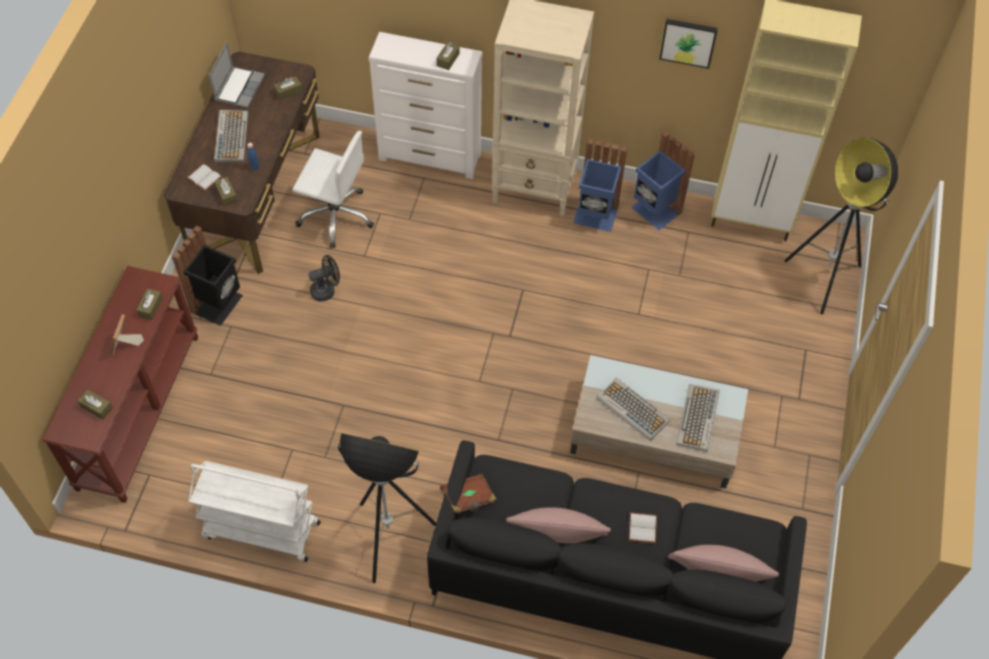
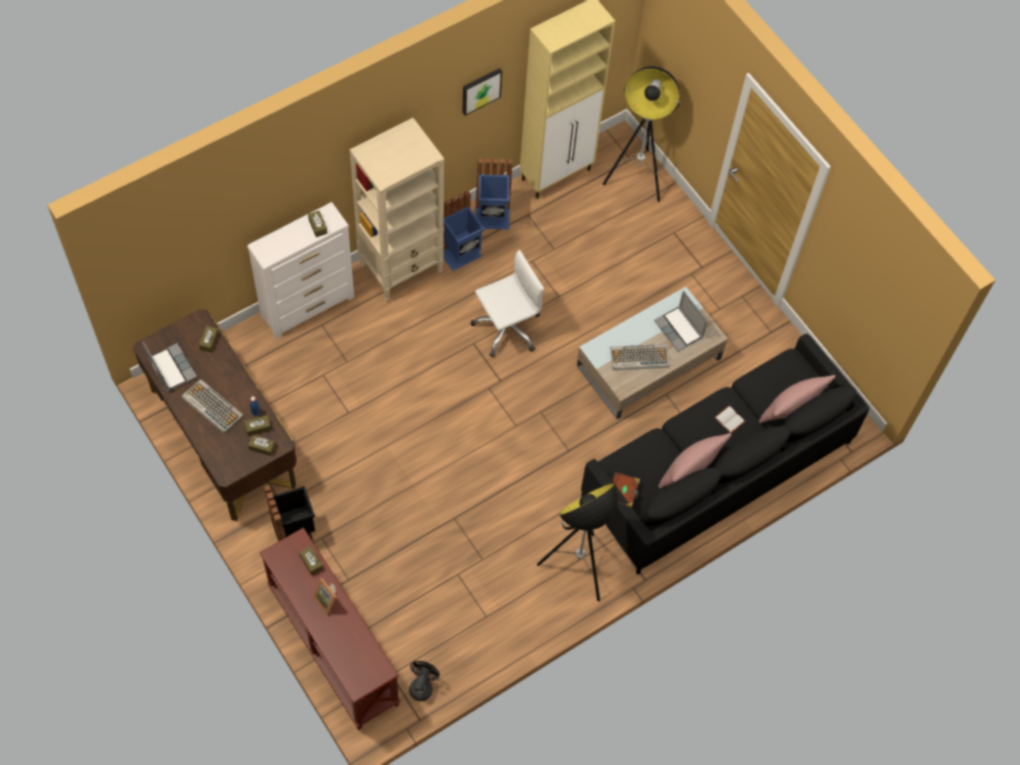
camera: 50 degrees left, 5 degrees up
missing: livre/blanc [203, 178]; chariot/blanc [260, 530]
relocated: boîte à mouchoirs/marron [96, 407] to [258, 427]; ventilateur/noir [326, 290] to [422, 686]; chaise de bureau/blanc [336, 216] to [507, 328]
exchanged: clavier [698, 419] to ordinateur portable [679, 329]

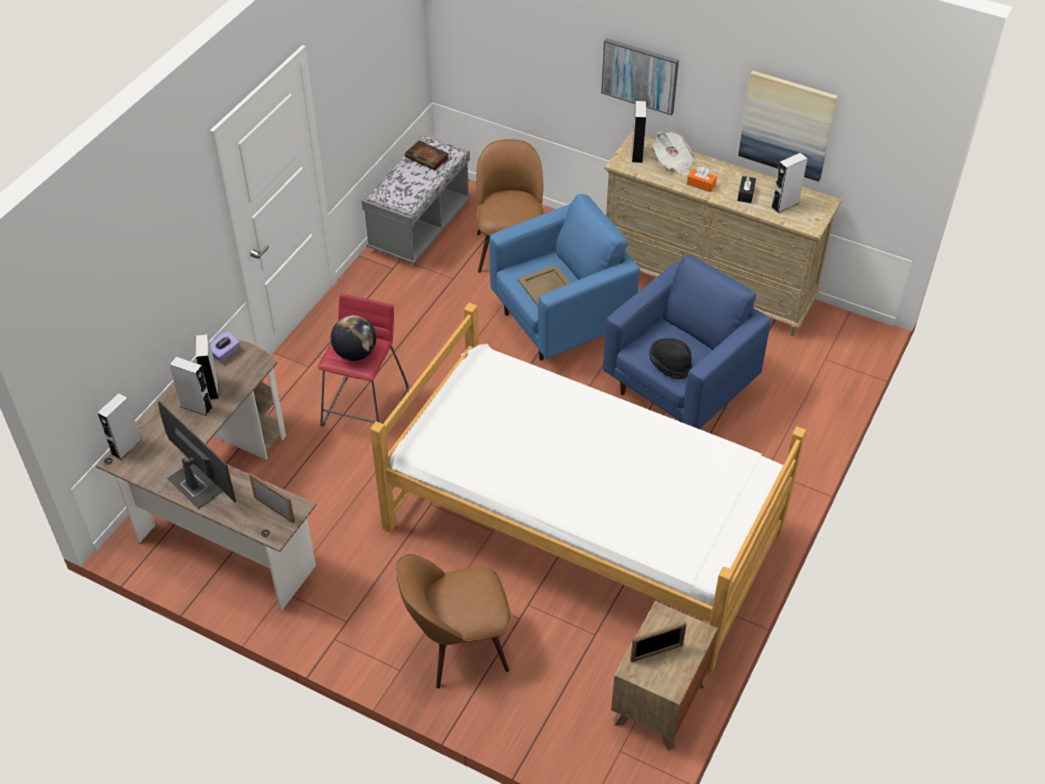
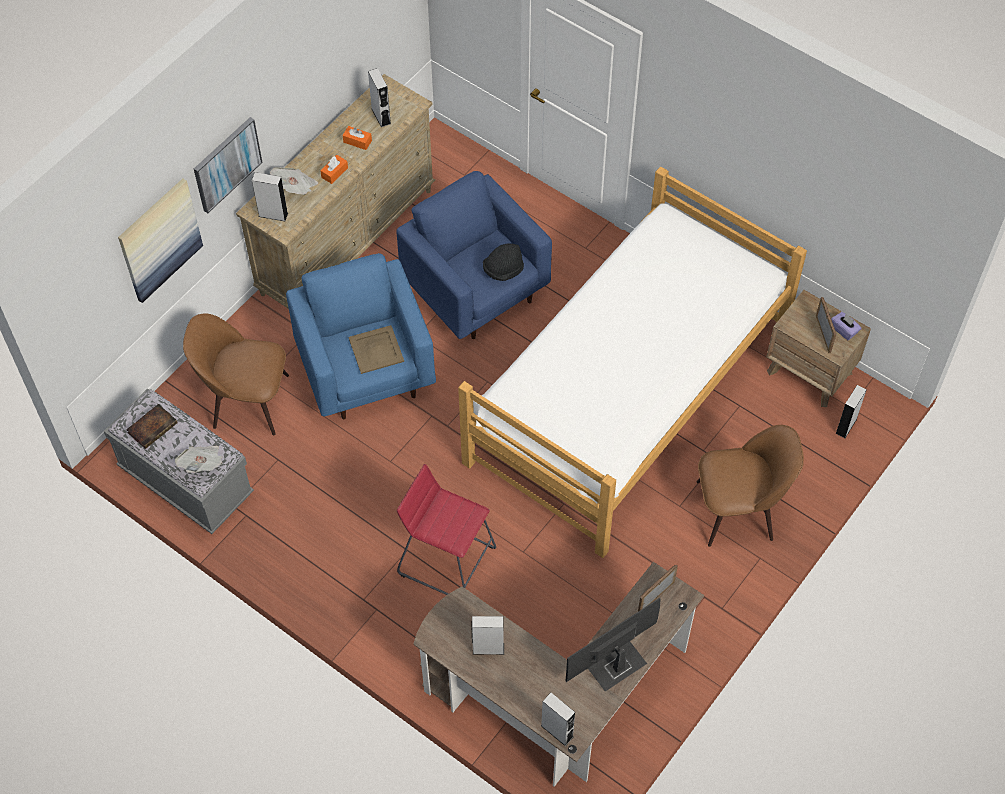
camera: 80 degrees left, 10 degrees up
missing: globe [355, 353]
appeared: journal [202, 464]
relocated: tableau [787, 125] to [159, 240]; boîte à mouchoirs/violet [225, 353] to [844, 330]; enceinte/gris [196, 407] to [846, 426]
colour: boîte à mouchoirs/noir [746, 194] to boîte à mouchoirs/orange [357, 141]
spun: chaise/marron [458, 645] = [739, 510] 90 degrees counterclockwise

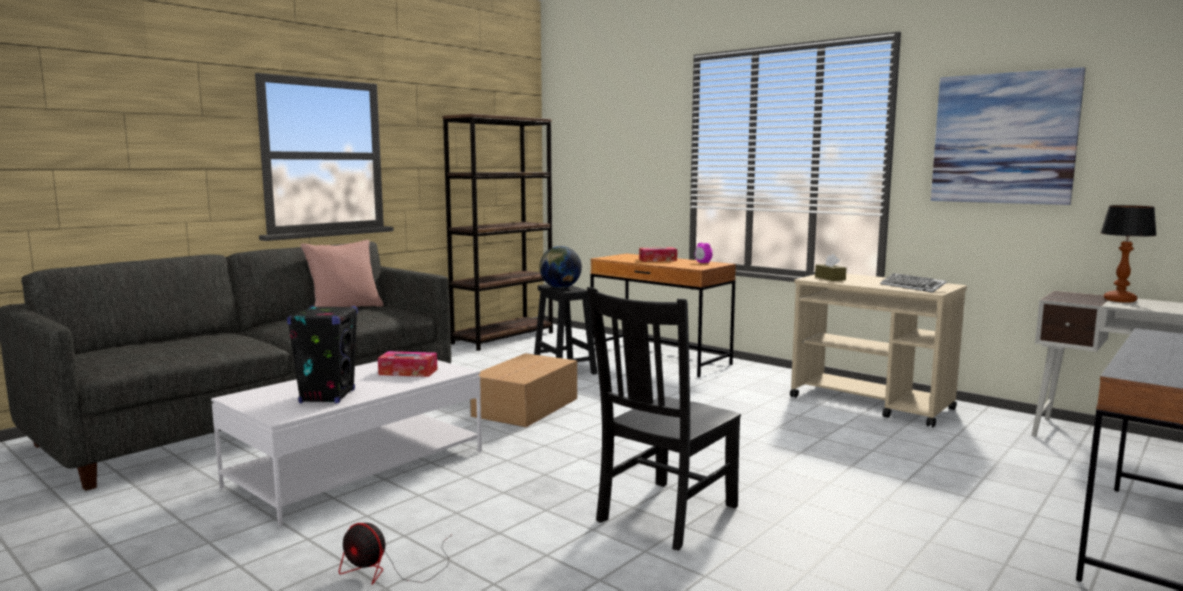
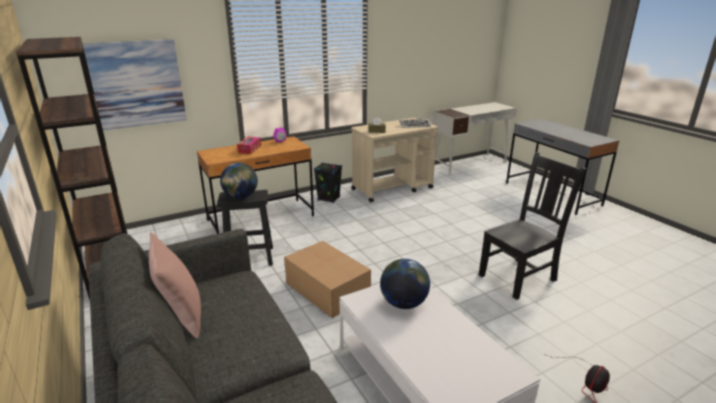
camera: 70 degrees left, 15 degrees up
missing: lampe de table [1120, 300]
relocated: tableau [1003, 138] to [137, 84]; enceinte/noir [327, 396] to [328, 199]
exchanged: boîte à mouchoirs [408, 372] to globe [403, 303]
spun: chaise/noir [664, 515] = [519, 277] 90 degrees counterclockwise

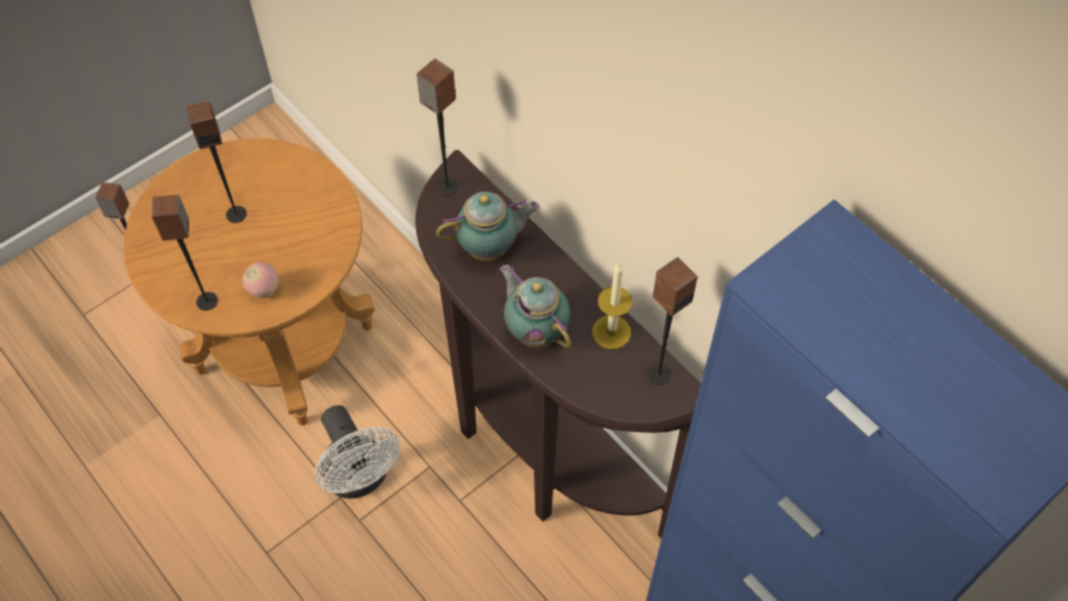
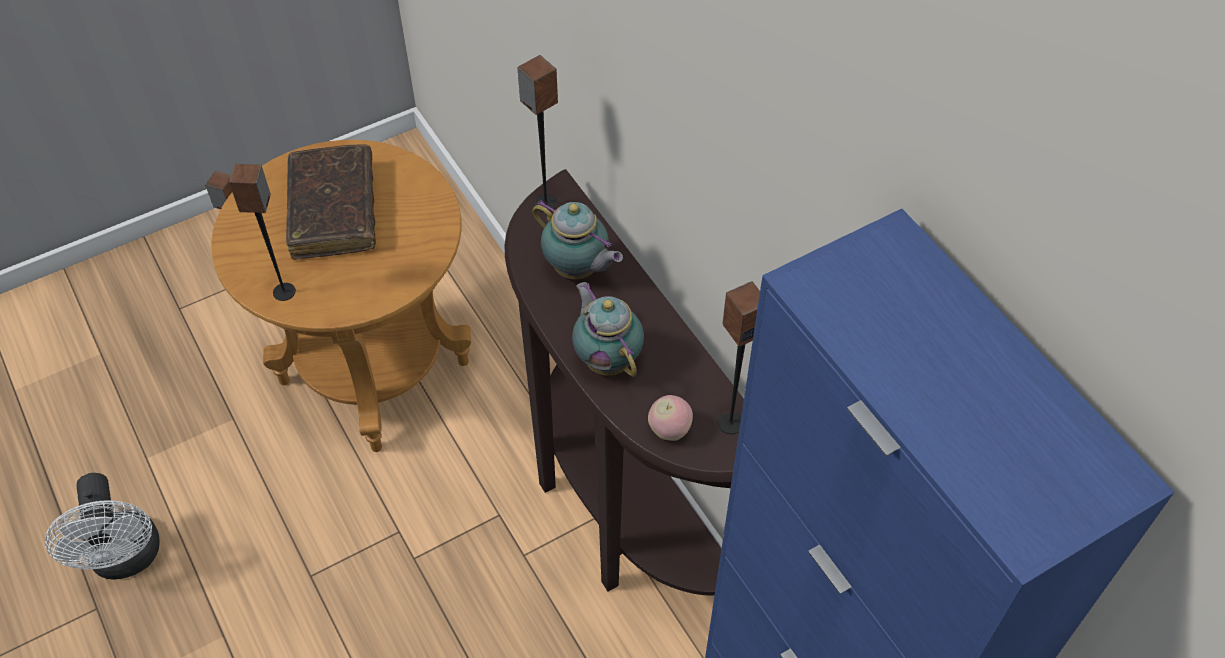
camera: 10 degrees right, 5 degrees down
missing: bougie [611, 332]
relocated: ventilateur/blanc [360, 478] to [126, 559]; pomme [264, 290] to [669, 430]
exchanged: enceinte [236, 214] to livre/marron [333, 211]
spun: théière [490, 248] = [578, 270] 45 degrees clockwise

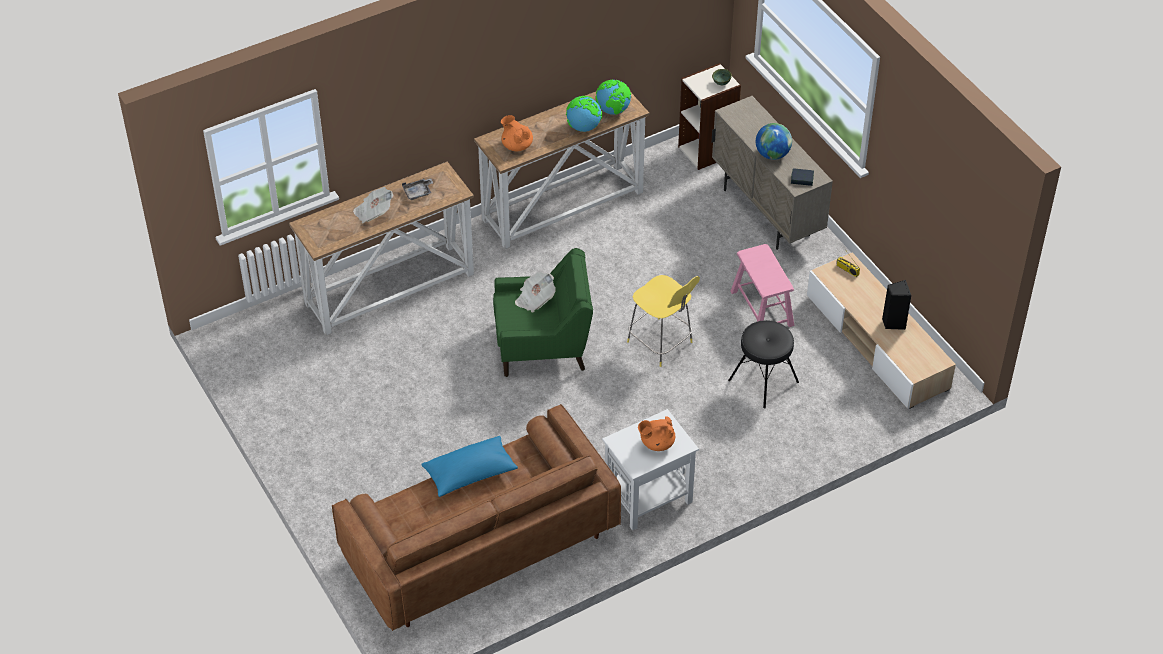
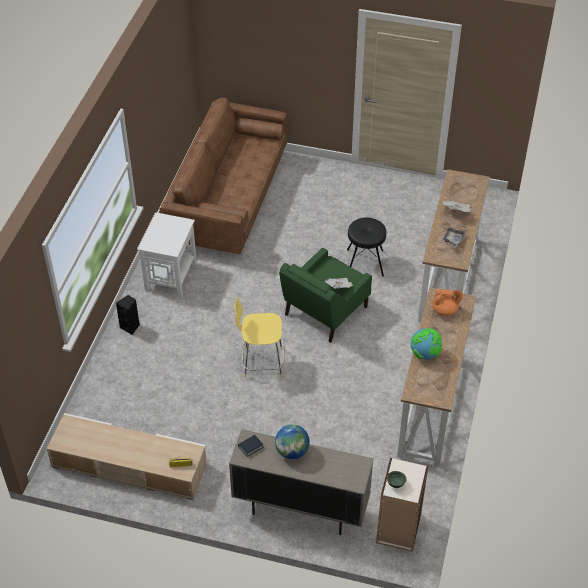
camera: 135 degrees right, 0 degrees up
missing: coussin/bleu [470, 474]; globe [613, 111]; théière/orange [656, 443]; tabouret/rose [762, 308]
relocated: enceinte/noir [893, 322] to [130, 327]; tabouret/noir [763, 380] to [365, 263]

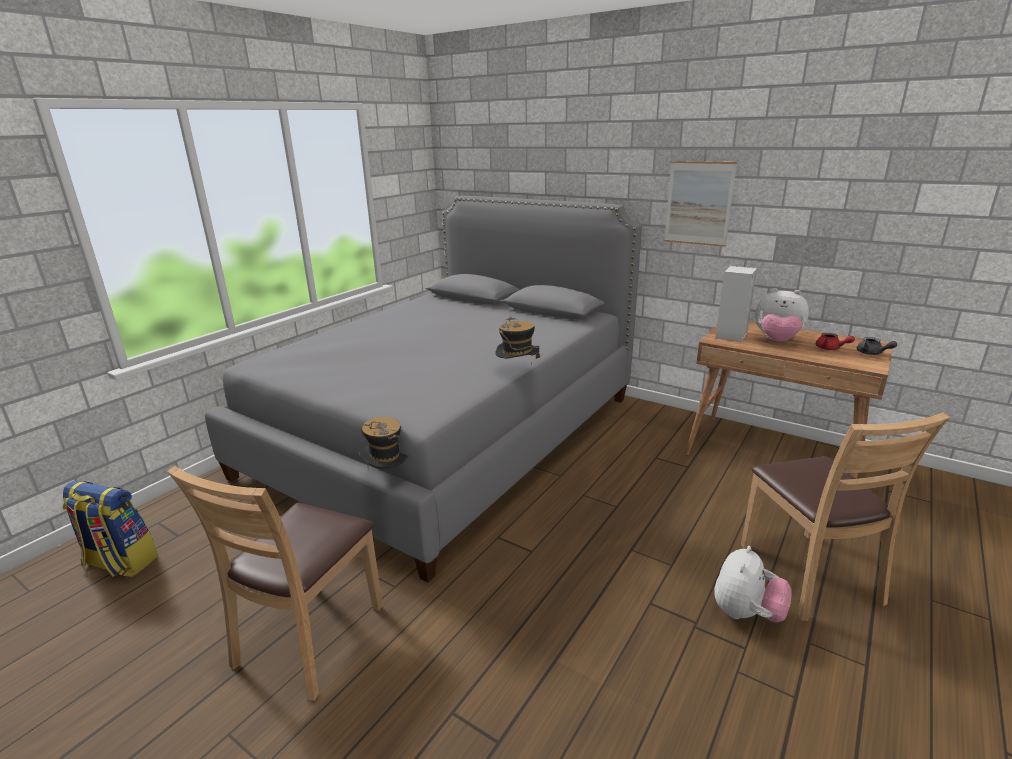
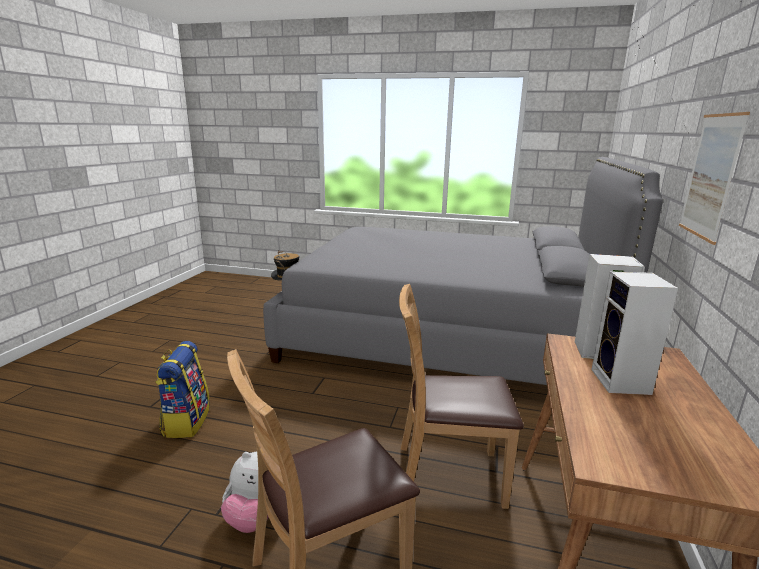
camera: 70 degrees right, 5 degrees down
missing: chapeau [517, 372]; théière/rouge [830, 348]; théière/gris [872, 353]
relocated: sac à dos [119, 563] to [186, 421]; chaise/marron [310, 637] to [448, 476]
exchanged: peluche [777, 341] to enceinte [622, 383]

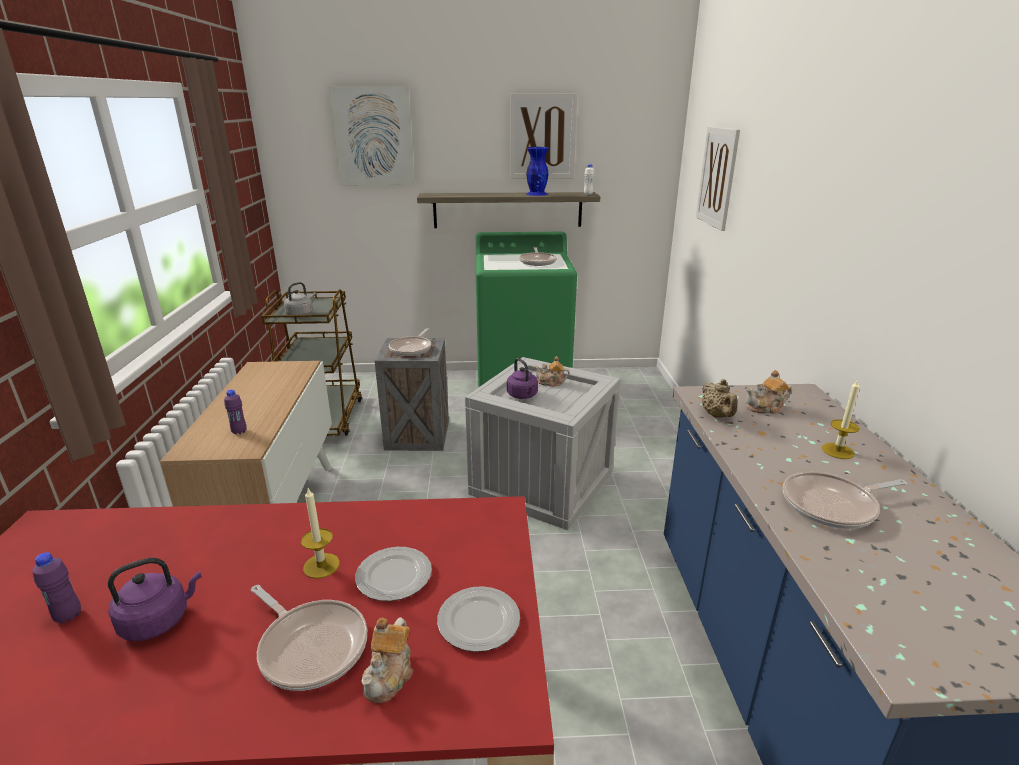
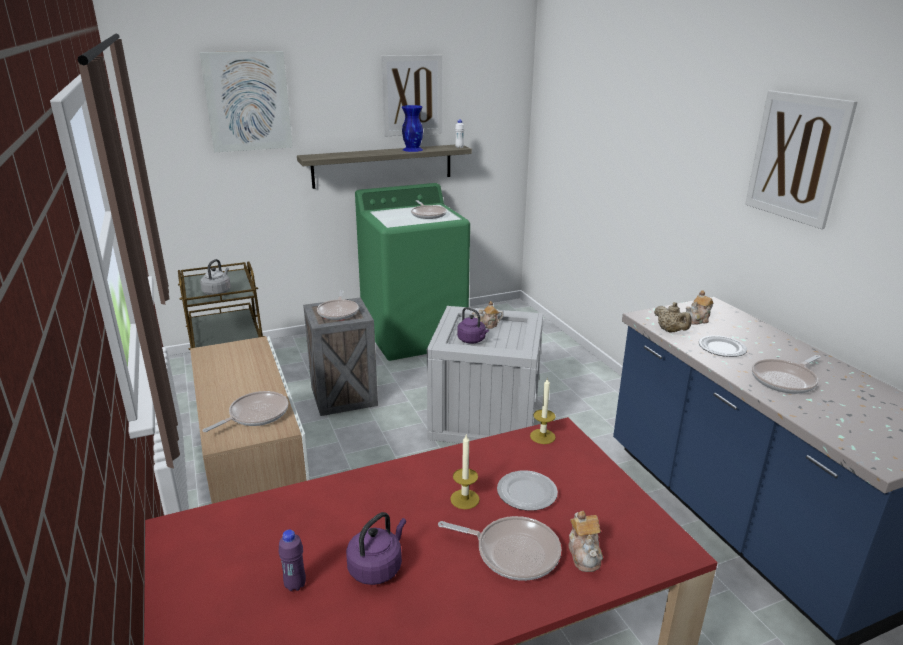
camera: 20 degrees left, 0 degrees up
relocated: bougie [837, 451] to [542, 436]; assiette [478, 621] to [721, 348]; tableau [717, 177] to [797, 158]
exchanged: bouteille/violet [239, 432] to poêle [255, 415]

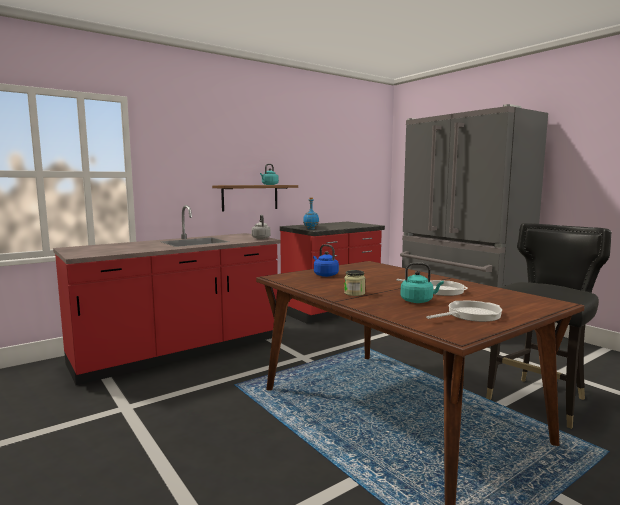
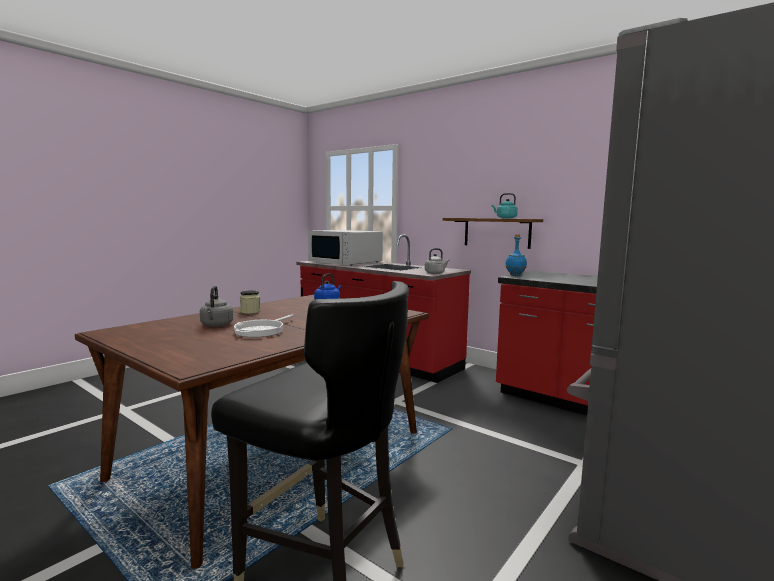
camera: 75 degrees right, 0 degrees up
missing: poêle [470, 315]
appeared: micro-ondes/blanc [346, 262]
colour: bouilloire/turquoise [418, 301] to bouilloire/gris [216, 325]

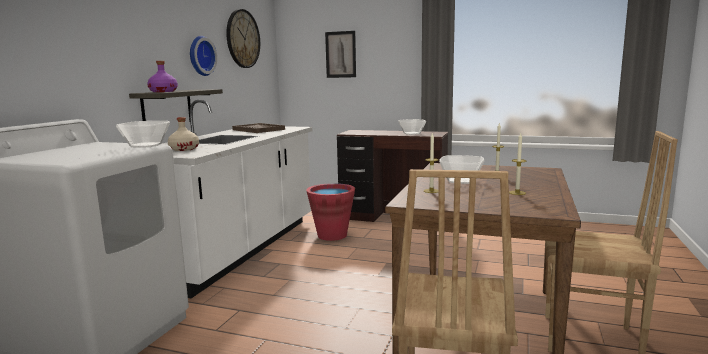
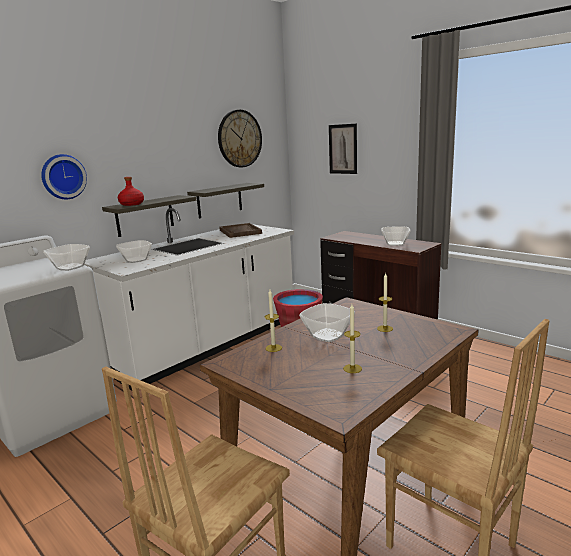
camera: 25 degrees right, 5 degrees up
appeared: étagère [219, 200]
relocated: horloge murale [200, 56] to [63, 177]
exchanged: bouteille/beige [184, 149] to bol [136, 260]
colour: bouteille/violet [163, 91] to bouteille/rouge [132, 204]

